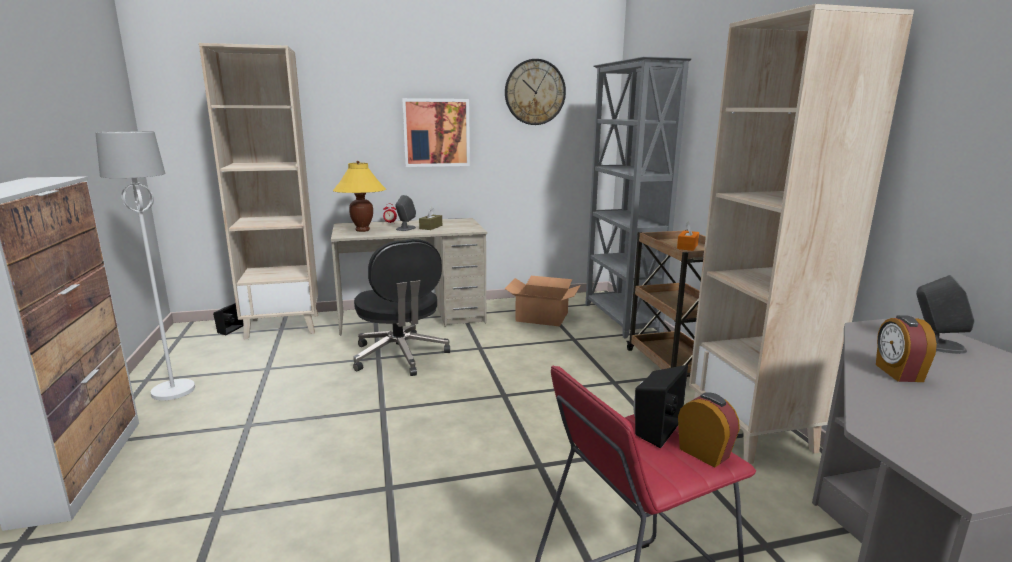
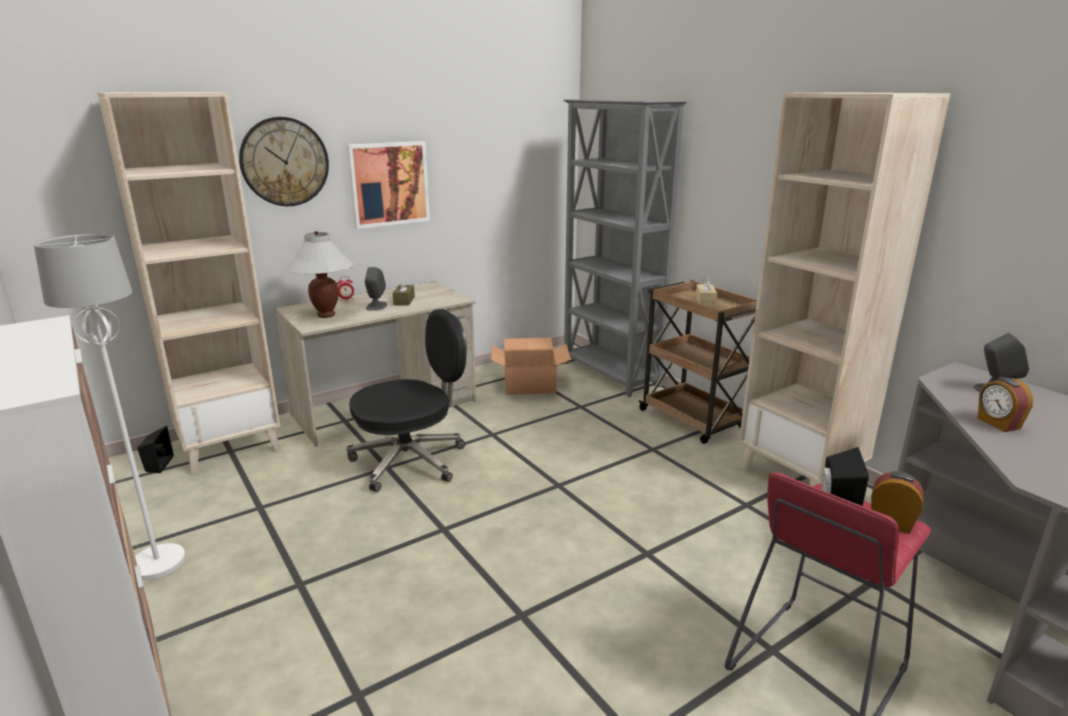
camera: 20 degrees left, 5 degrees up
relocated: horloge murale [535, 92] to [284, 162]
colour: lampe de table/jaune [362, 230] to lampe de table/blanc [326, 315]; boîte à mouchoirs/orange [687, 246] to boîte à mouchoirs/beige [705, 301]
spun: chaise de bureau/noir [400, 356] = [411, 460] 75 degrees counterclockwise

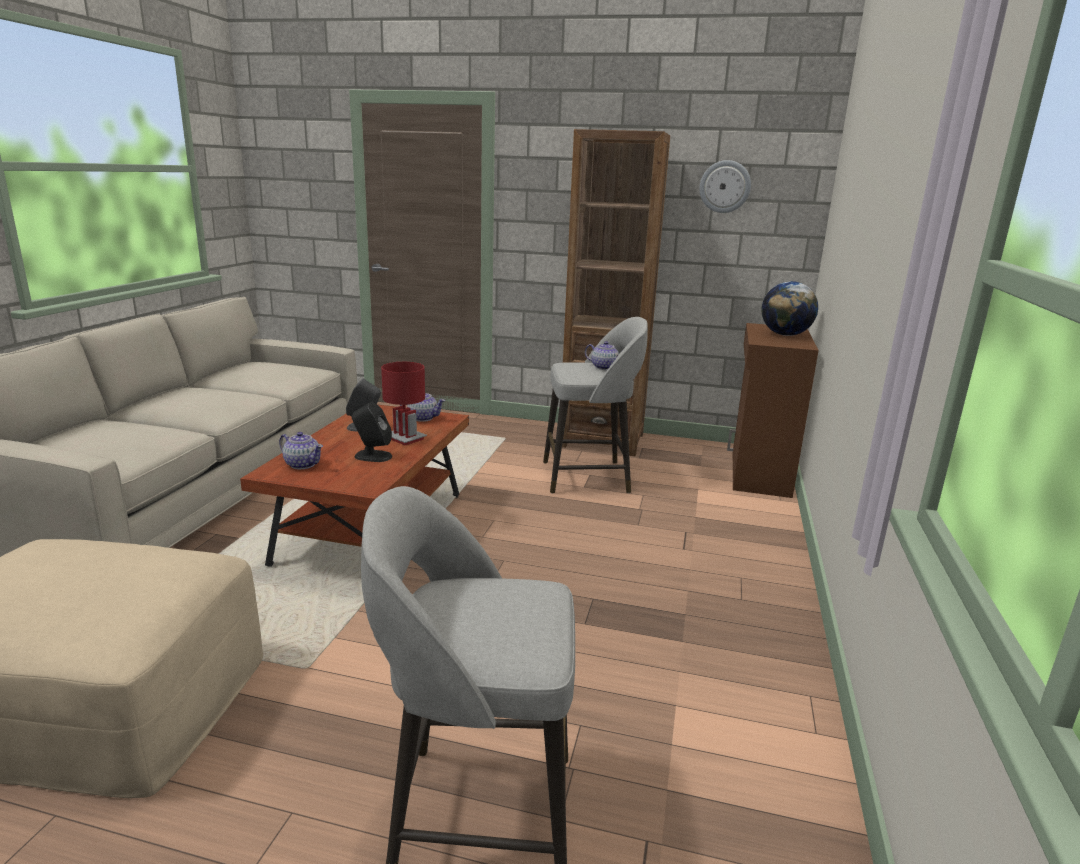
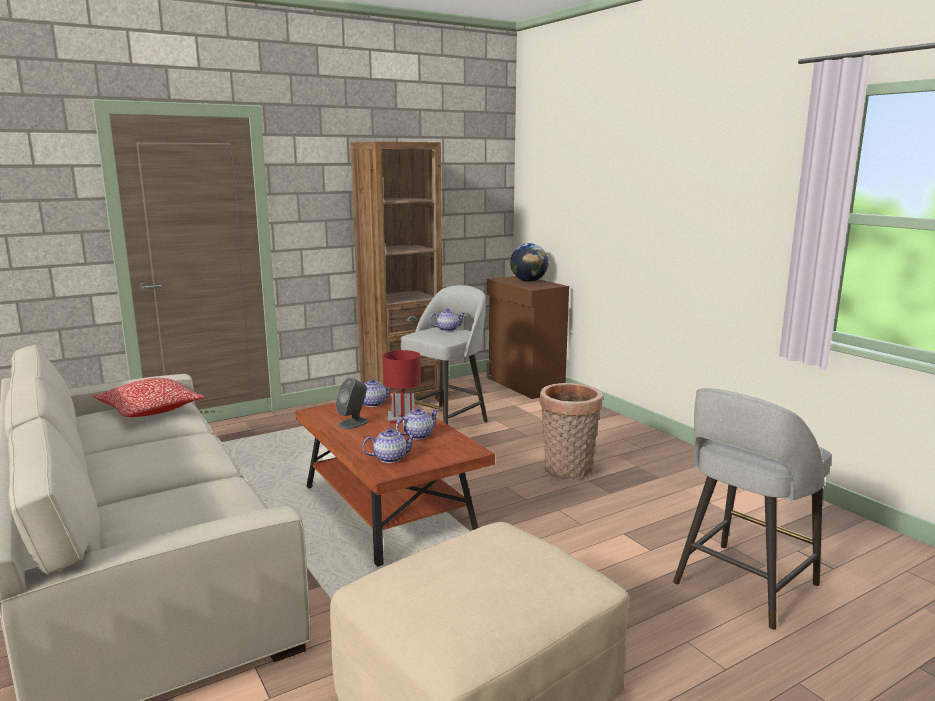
camera: 45 degrees left, 5 degrees down
missing: horloge murale [725, 186]
appeared: coussin [150, 410]; panier [568, 472]
exchanged: enceinte/noir [372, 456] to théière [417, 435]

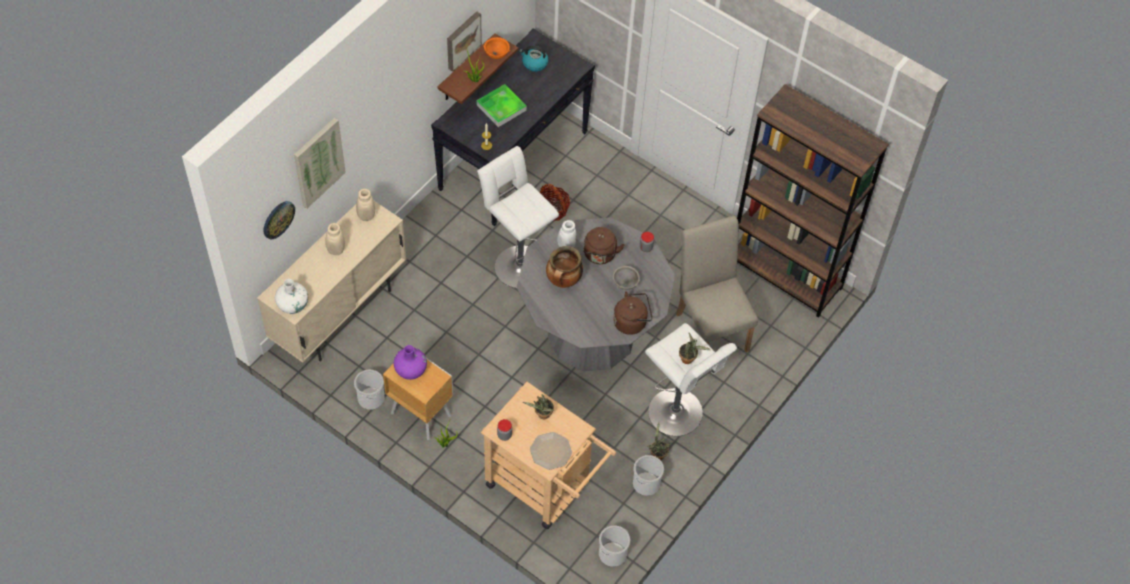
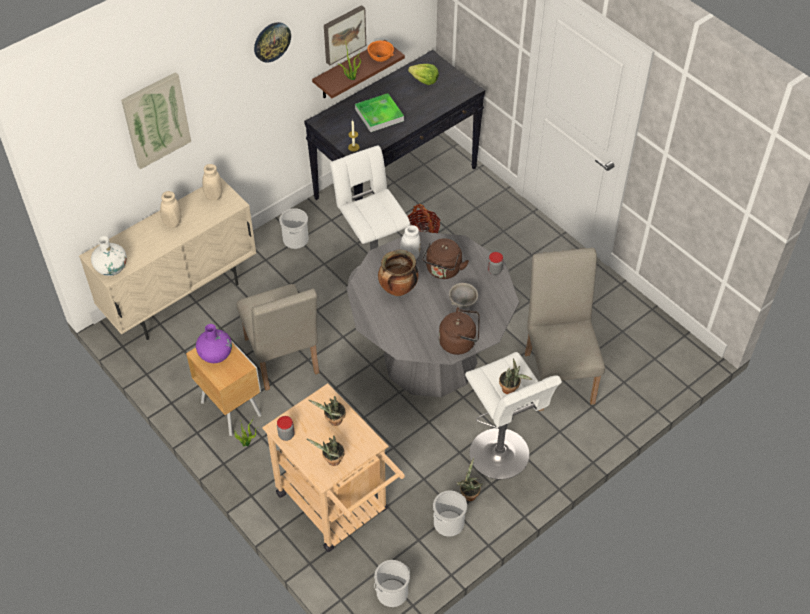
camera: 15 degrees right, 5 degrees down
missing: bibliothèque/marron [785, 274]
appeared: chaise/beige [283, 361]
relocated: horloge murale [278, 219] to [271, 41]; seau [371, 398] to [296, 240]
exchanged: assiette [551, 451] to plante en pot [332, 461]; bouilloire [534, 63] to laitue [424, 80]

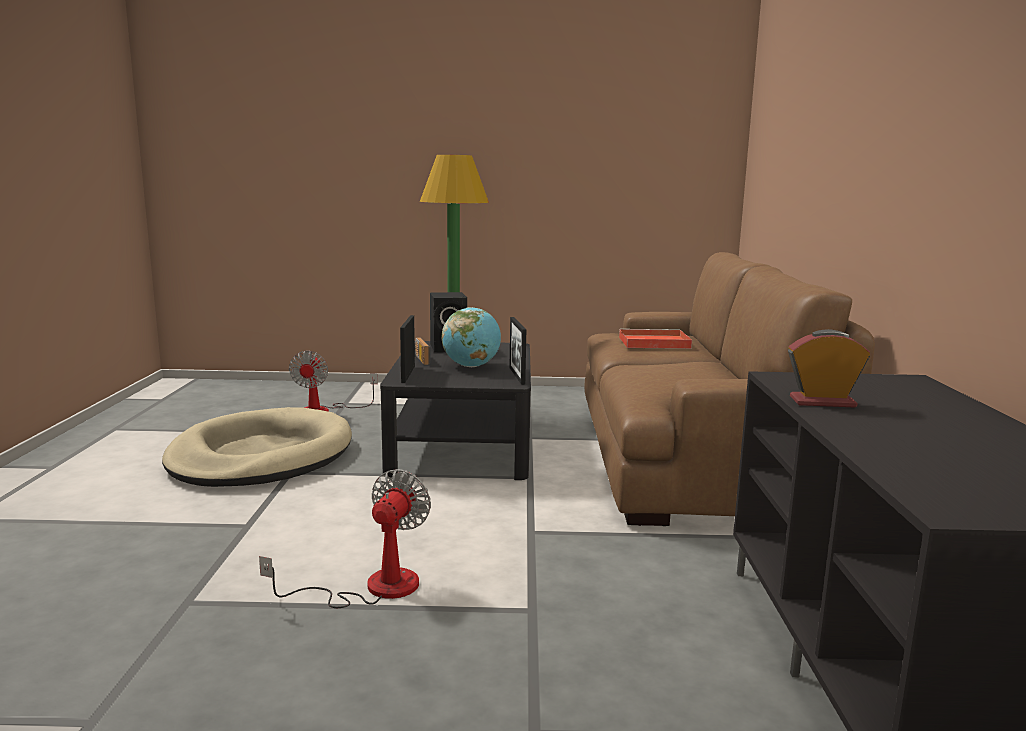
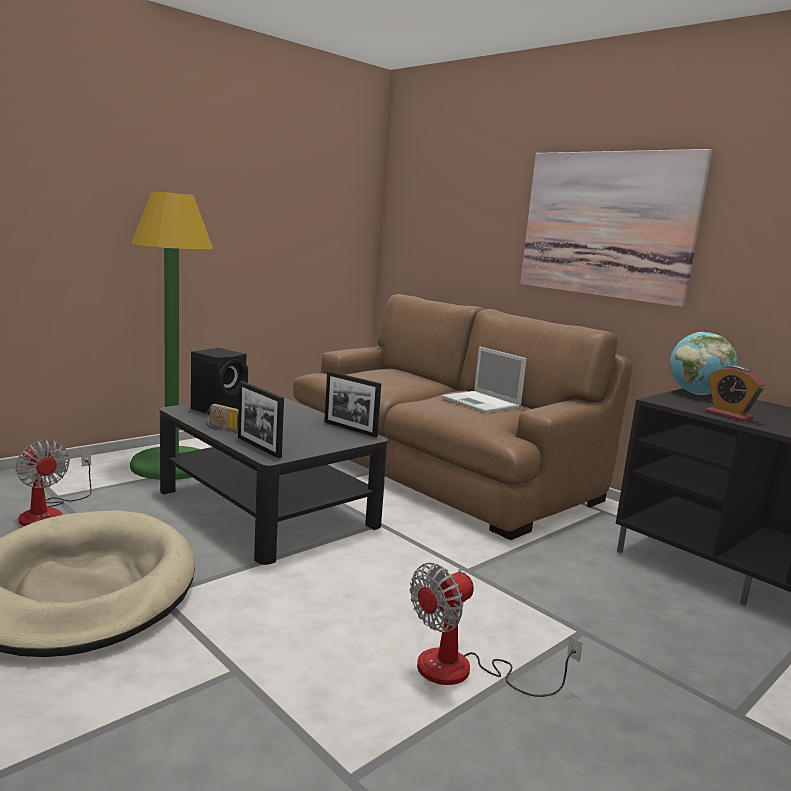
camera: 45 degrees left, 0 degrees up
missing: plateau/rouge [652, 342]
appeared: ordinateur portable [481, 403]; tableau [607, 224]
relocated: globe [471, 366] to [697, 394]
spun: ventilateur [372, 588] = [464, 671] 105 degrees counterclockwise; réveil [822, 402] = [728, 415] 90 degrees counterclockwise

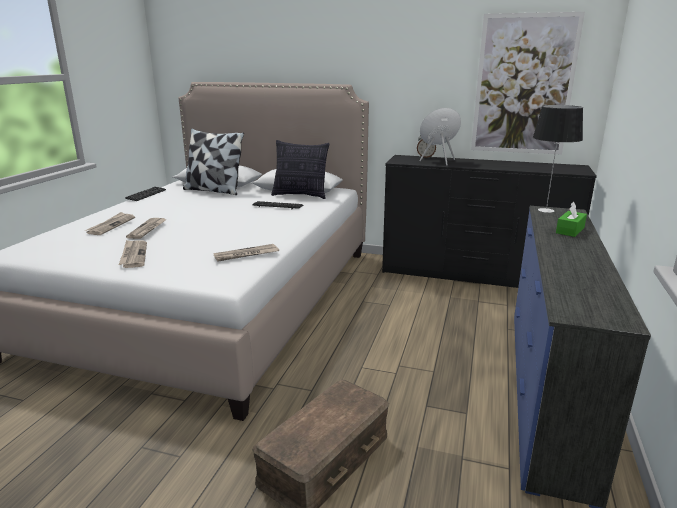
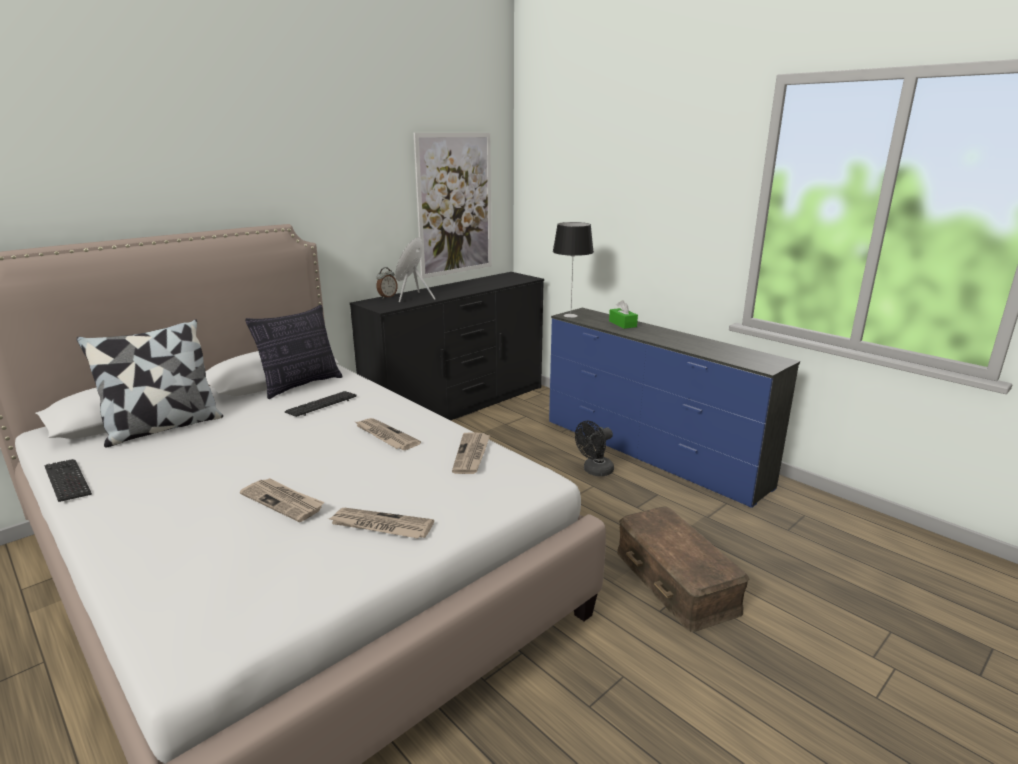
camera: 60 degrees left, 0 degrees up
appeared: ventilateur/noir [594, 471]
relocated: journal [111, 225] to [385, 436]

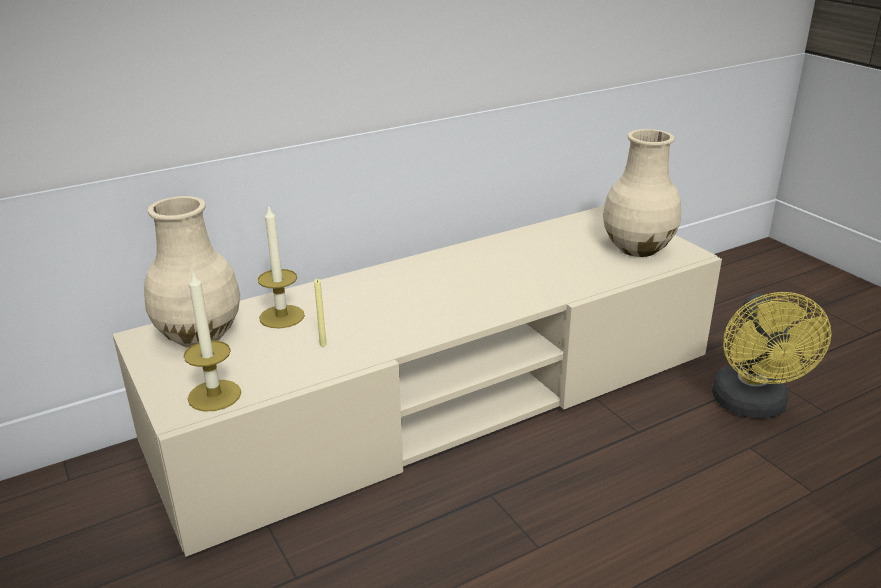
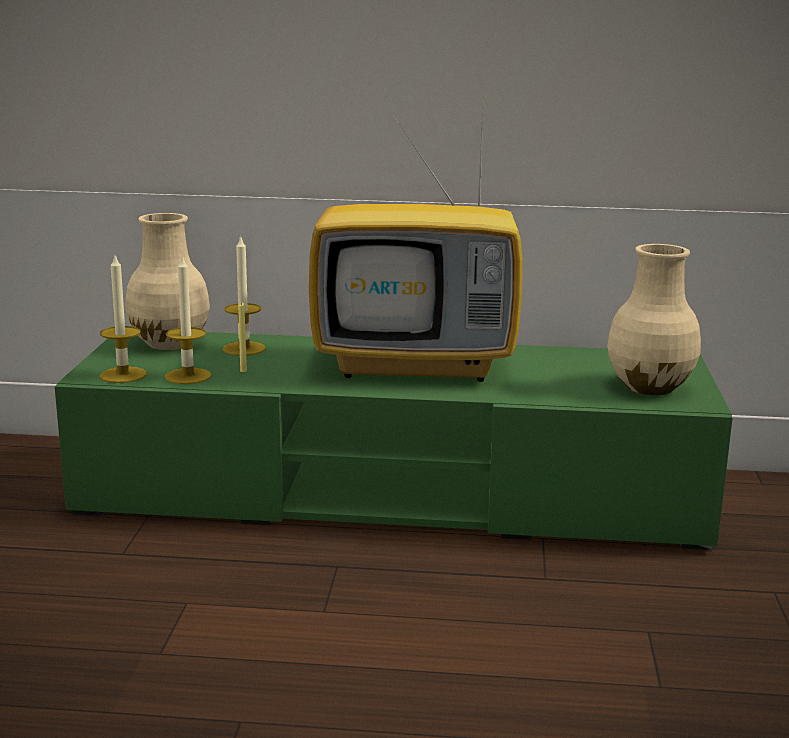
camera: 35 degrees right, 10 degrees down
missing: ventilateur/jaune [752, 406]
appeared: bougie [188, 376]; téléviseur [419, 365]
colour: meuble télé/beige [441, 400] to meuble télé/vert [392, 494]

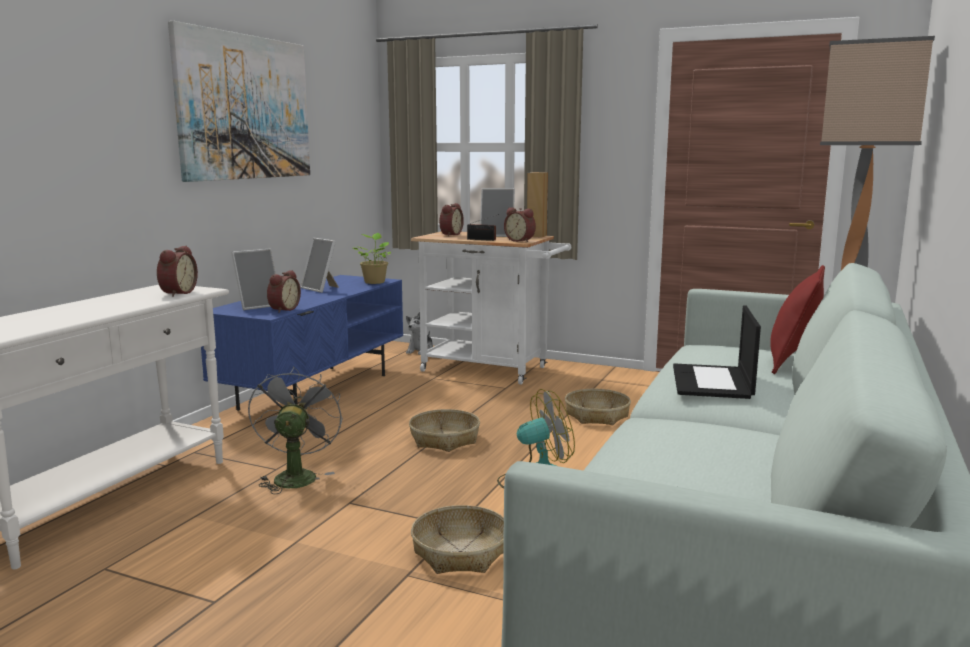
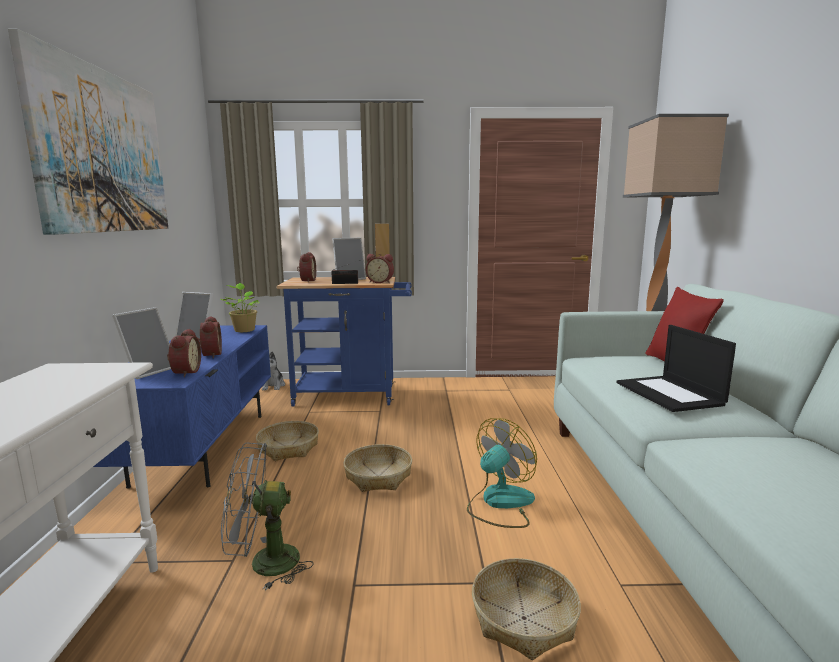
camera: 25 degrees left, 0 degrees up
relocated: réveil [176, 293] to [210, 355]; panier [597, 415] to [289, 448]
colour: chariot/blanc [491, 370] to chariot/bleu [352, 395]
spun: ventilateur/gris [295, 476] = [263, 564] 75 degrees counterclockwise

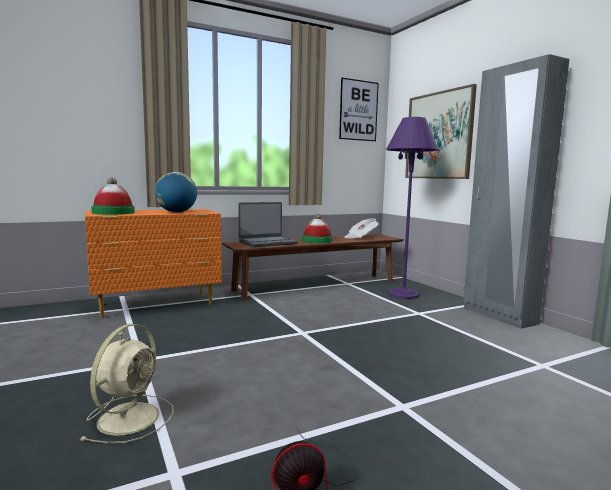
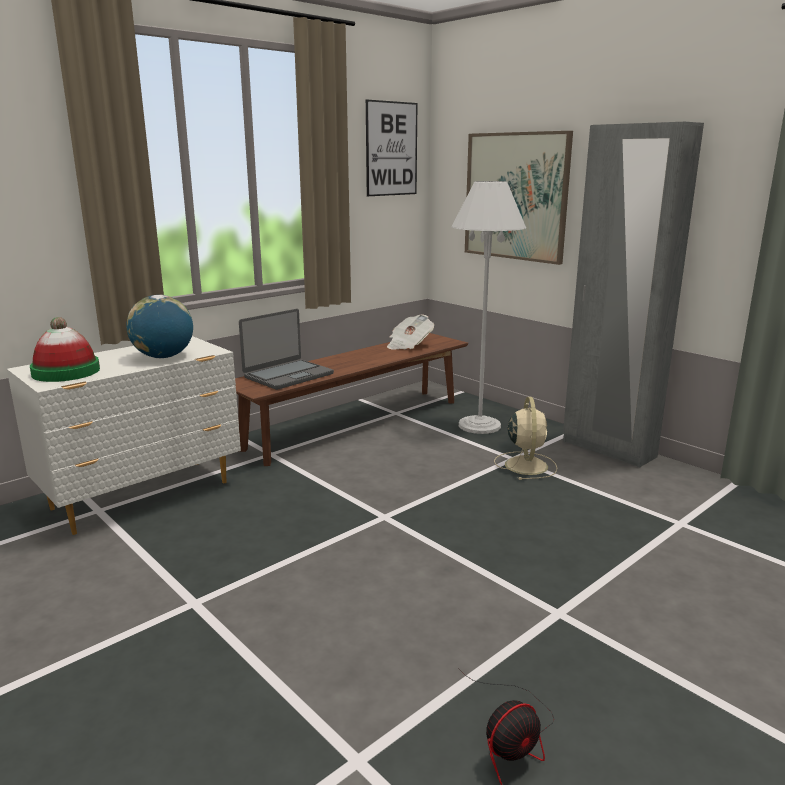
camera: 15 degrees left, 10 degrees up
missing: chapeau [317, 241]
relocated: ventilateur/beige [130, 417] to [526, 465]
colour: commode/orange [157, 305] to commode/blanc [144, 495]; lampadaire/violet [403, 294] to lampadaire/blanc [479, 425]

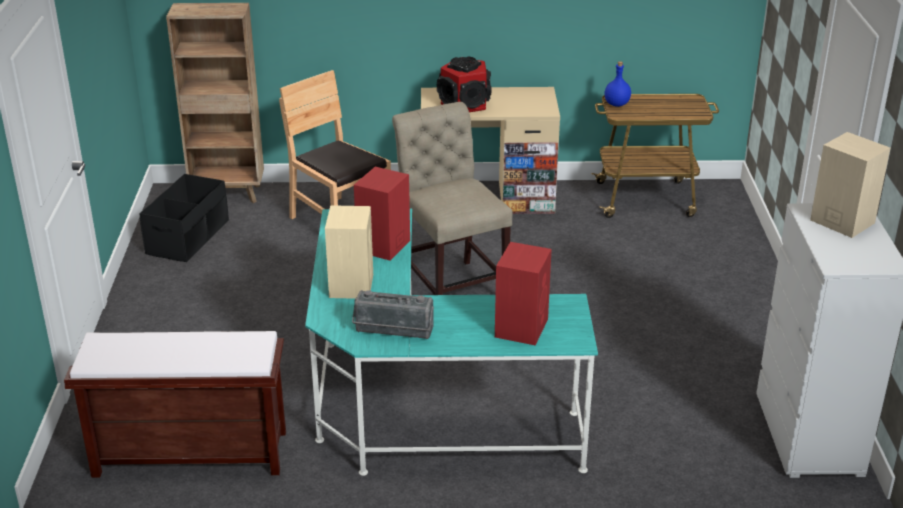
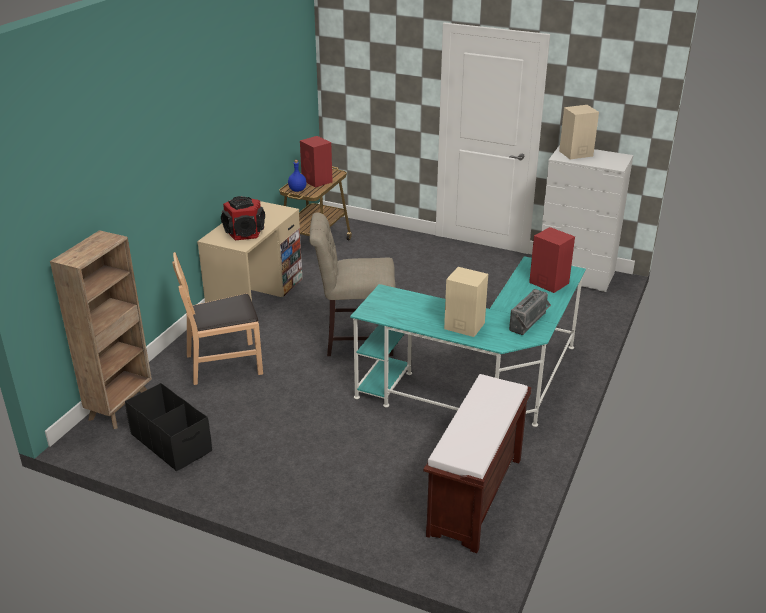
camera: 65 degrees left, 0 degrees up
relocated: enceinte/rouge [383, 246] to [317, 181]

